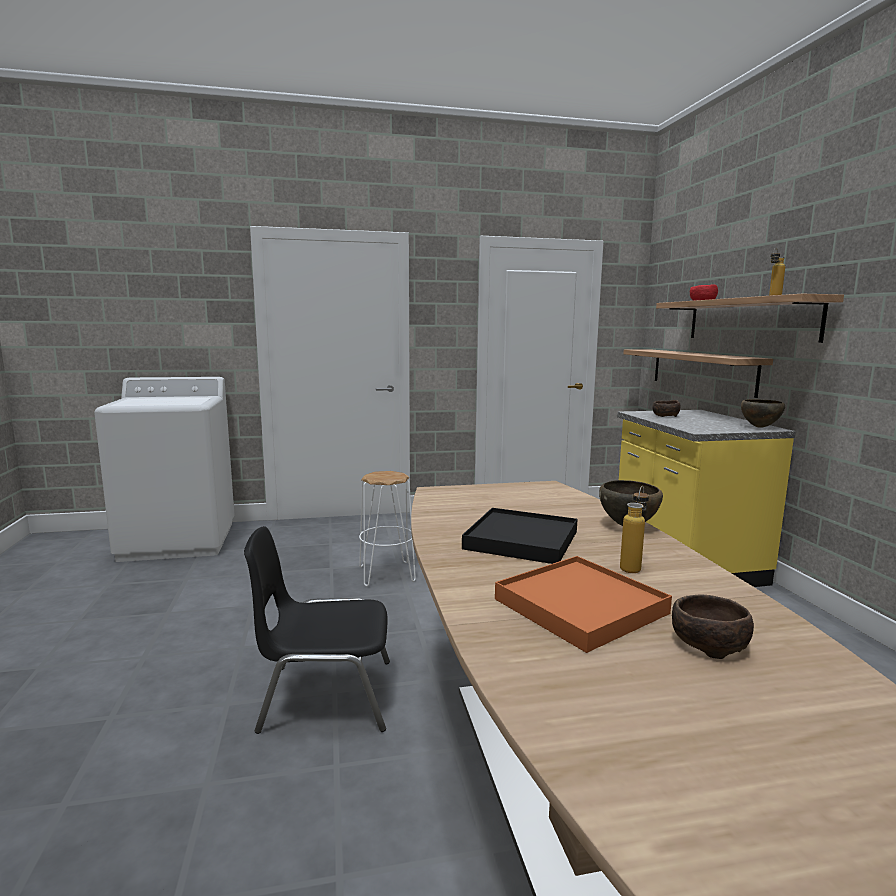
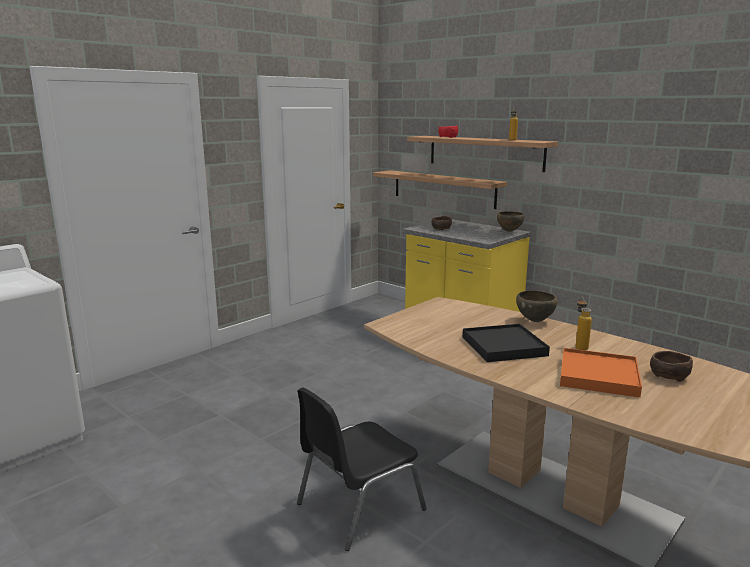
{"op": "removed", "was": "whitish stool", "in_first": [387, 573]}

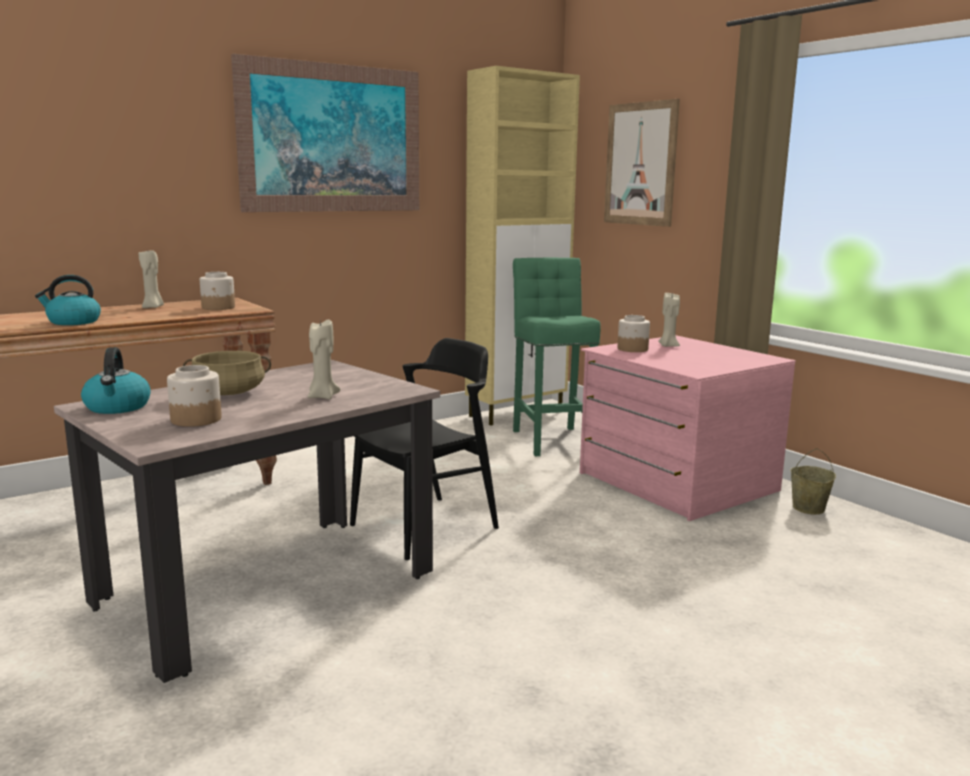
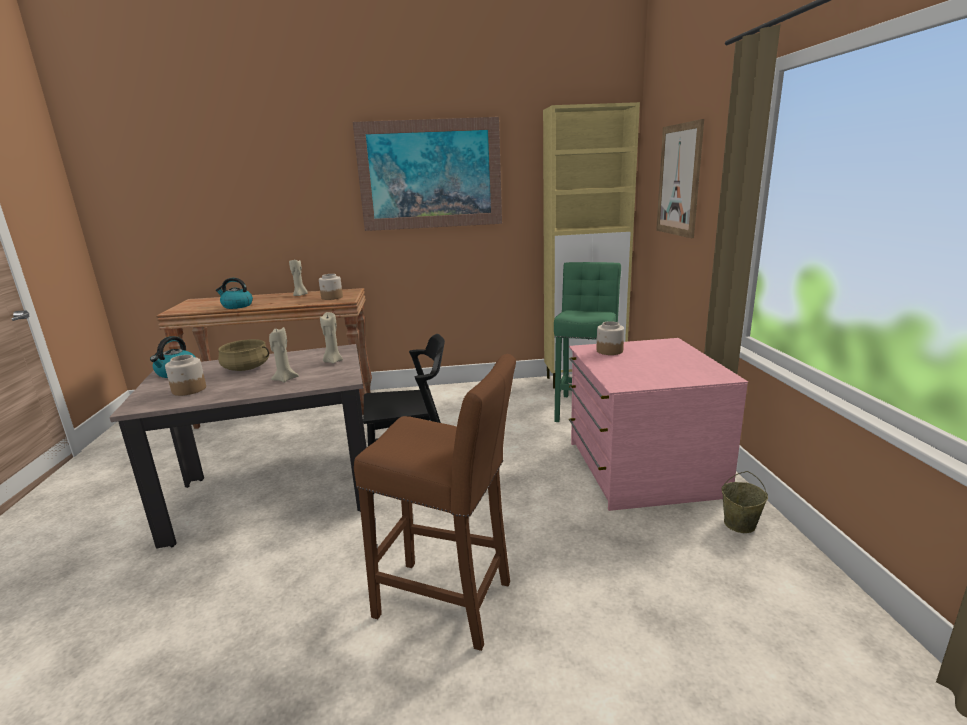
{"op": "added", "now": "brown-coloured stool", "in_second": [450, 603]}
{"op": "moved", "was": "beige-coloured wax candle", "in_first": [668, 346], "in_second": [333, 361]}

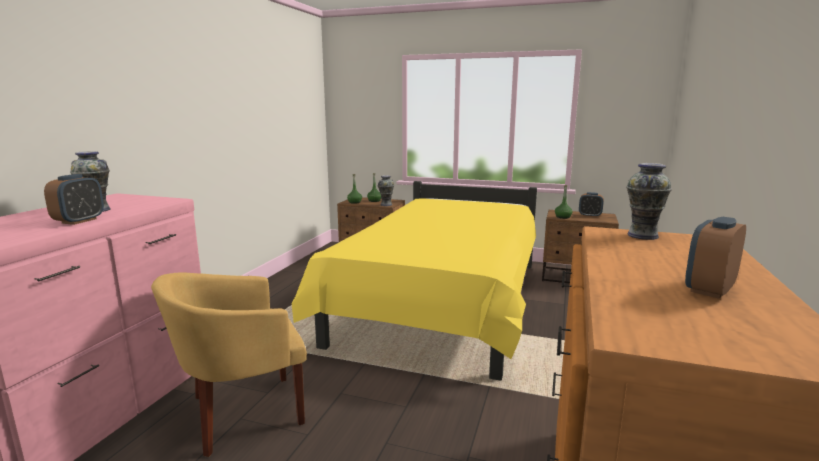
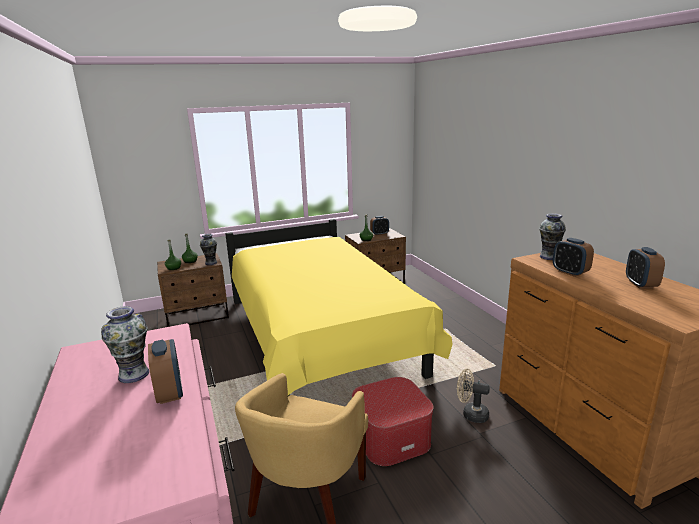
{"op": "added", "now": "pouffe", "in_second": [391, 437]}
{"op": "added", "now": "beige-coloured electric fan", "in_second": [471, 414]}
{"op": "added", "now": "table clock", "in_second": [570, 272]}

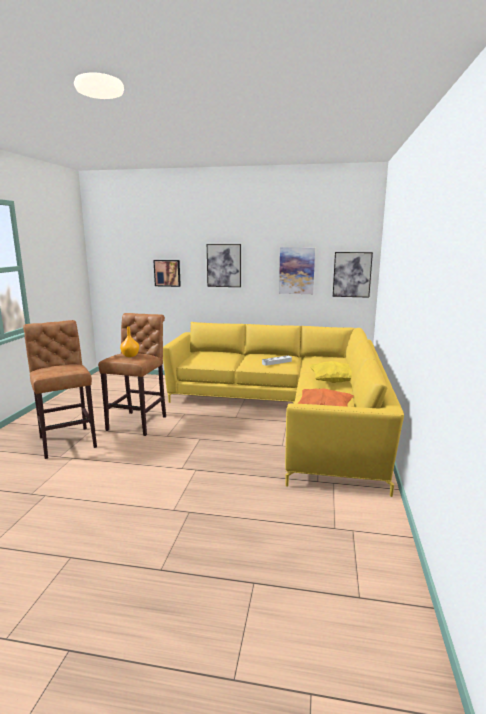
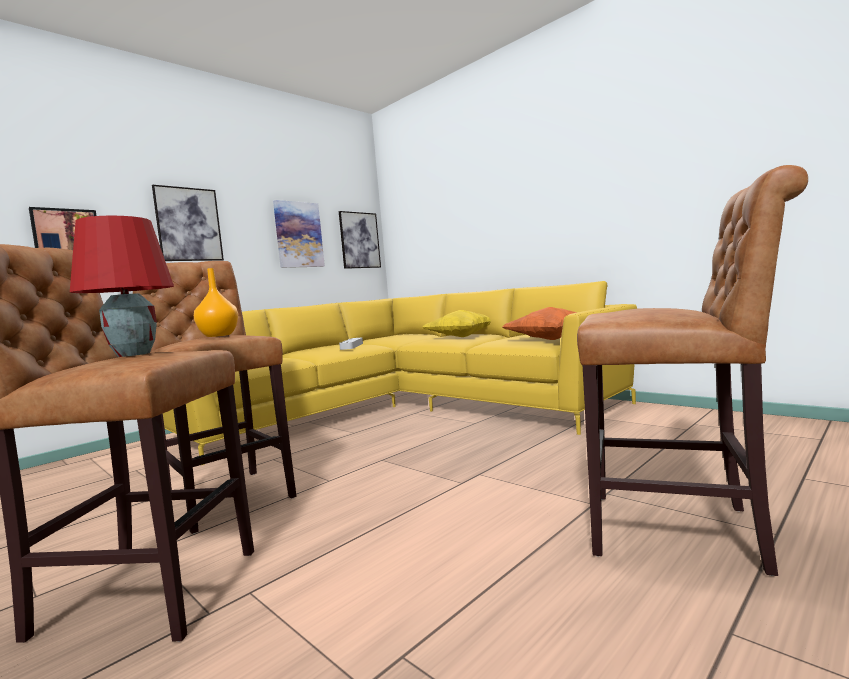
{"op": "added", "now": "reddish tabletop lamp", "in_second": [132, 354]}
{"op": "added", "now": "brown-coloured stool", "in_second": [684, 532]}

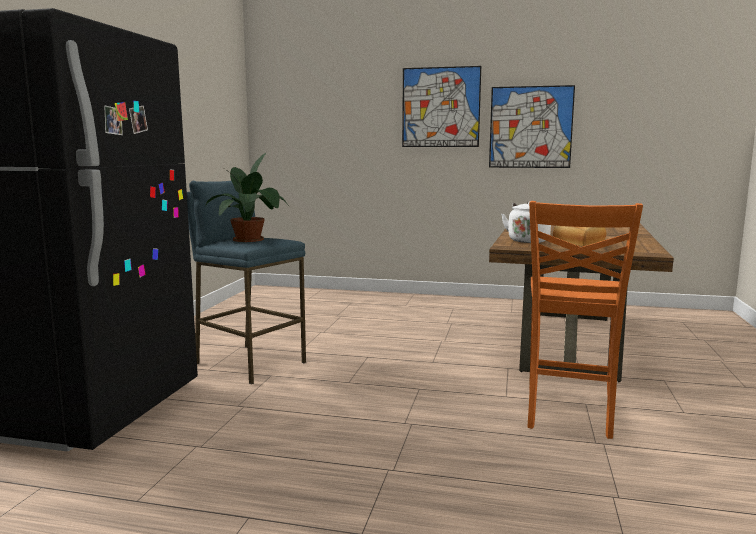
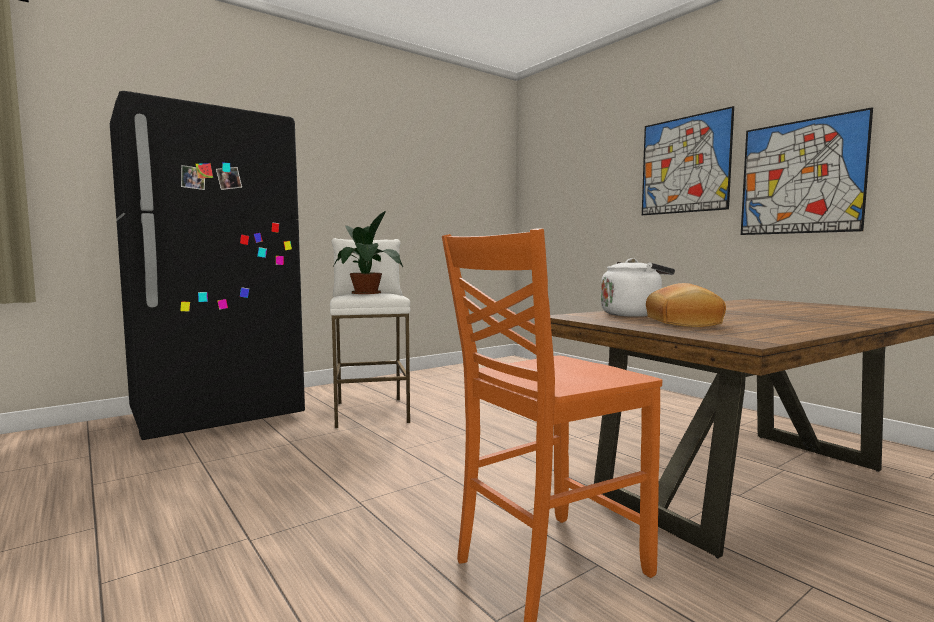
{"op": "recoloured", "was": "bluish stool", "now": "whitish stool", "in_first": [249, 363], "in_second": [371, 412]}

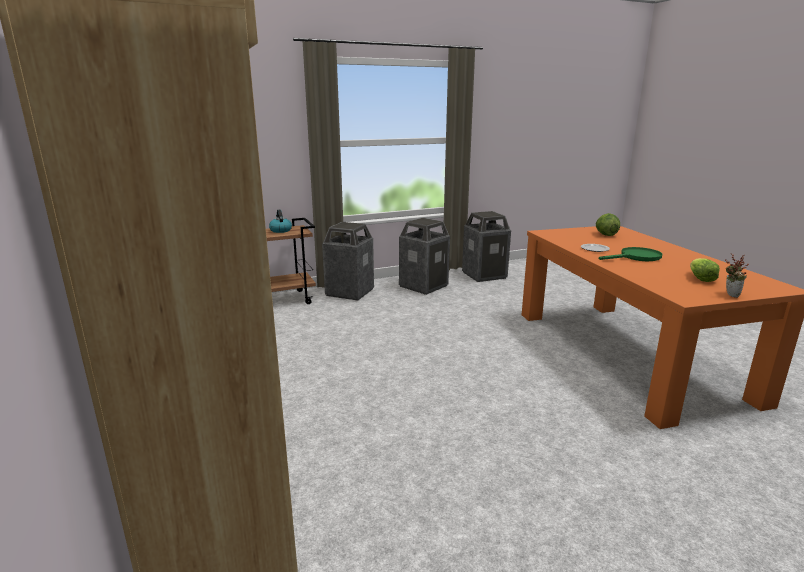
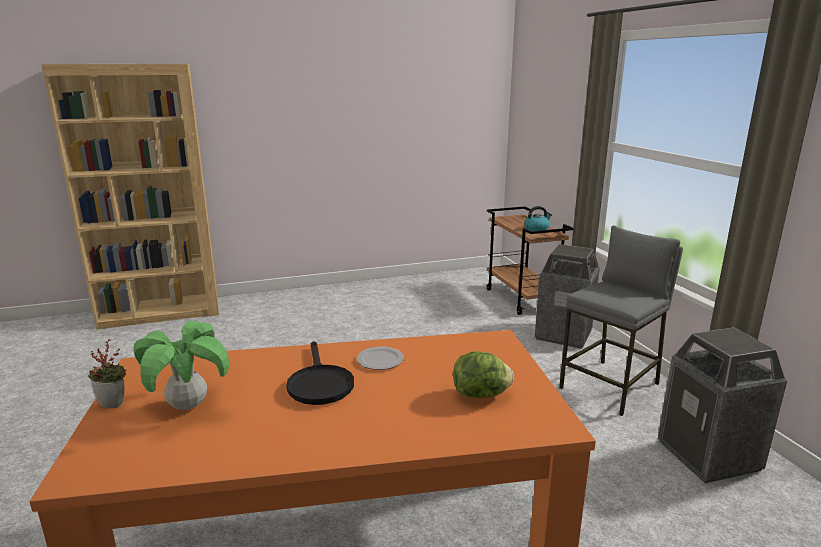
{"op": "replaced", "was": "trash can", "now": "gray stool", "in_first": [423, 286], "in_second": [611, 386]}
{"op": "replaced", "was": "head of lettuce", "now": "plant in a pot", "in_first": [700, 278], "in_second": [187, 405]}
{"op": "recoloured", "was": "greenish frying pan", "now": "blackish frying pan", "in_first": [636, 257], "in_second": [319, 383]}

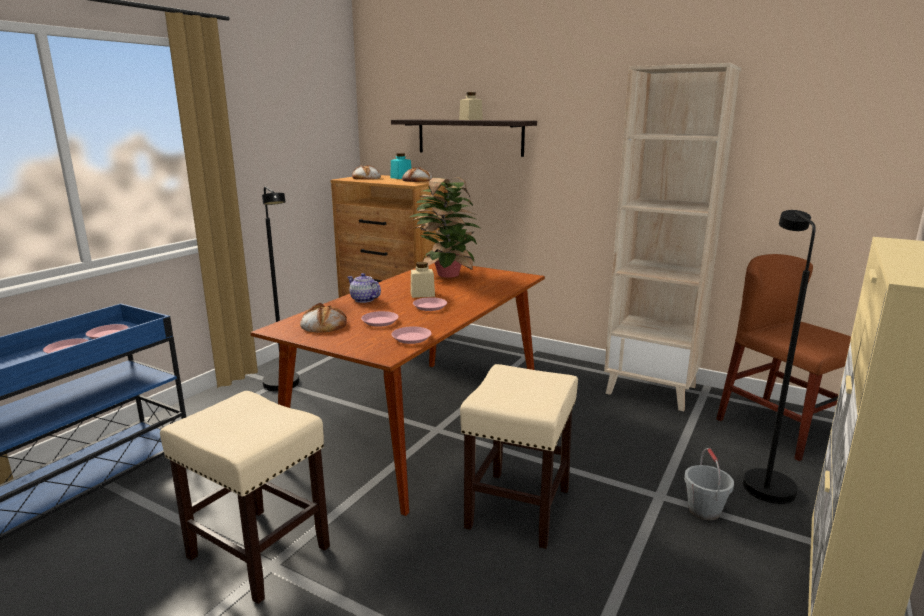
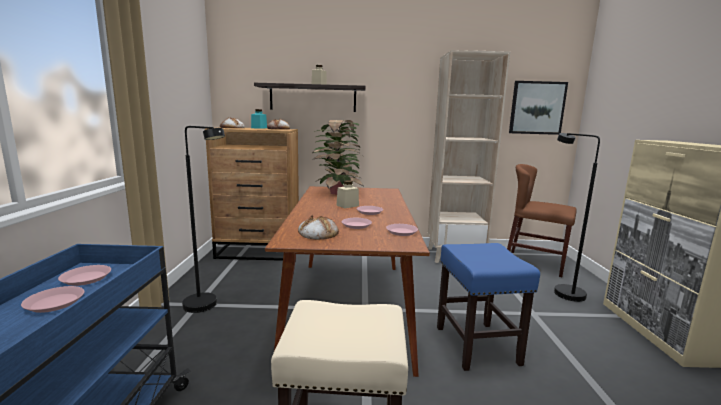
{"op": "removed", "was": "tea pot", "in_first": [363, 300]}
{"op": "removed", "was": "gray pail", "in_first": [704, 511]}
{"op": "added", "now": "wall picture", "in_second": [537, 108]}
{"op": "recoloured", "was": "beige-coloured stool", "now": "bluish stool", "in_first": [518, 509], "in_second": [477, 346]}

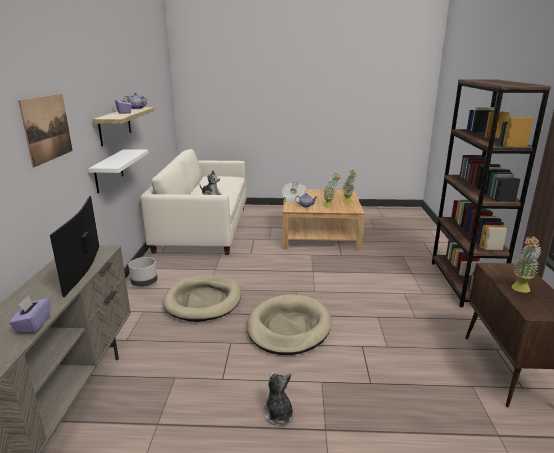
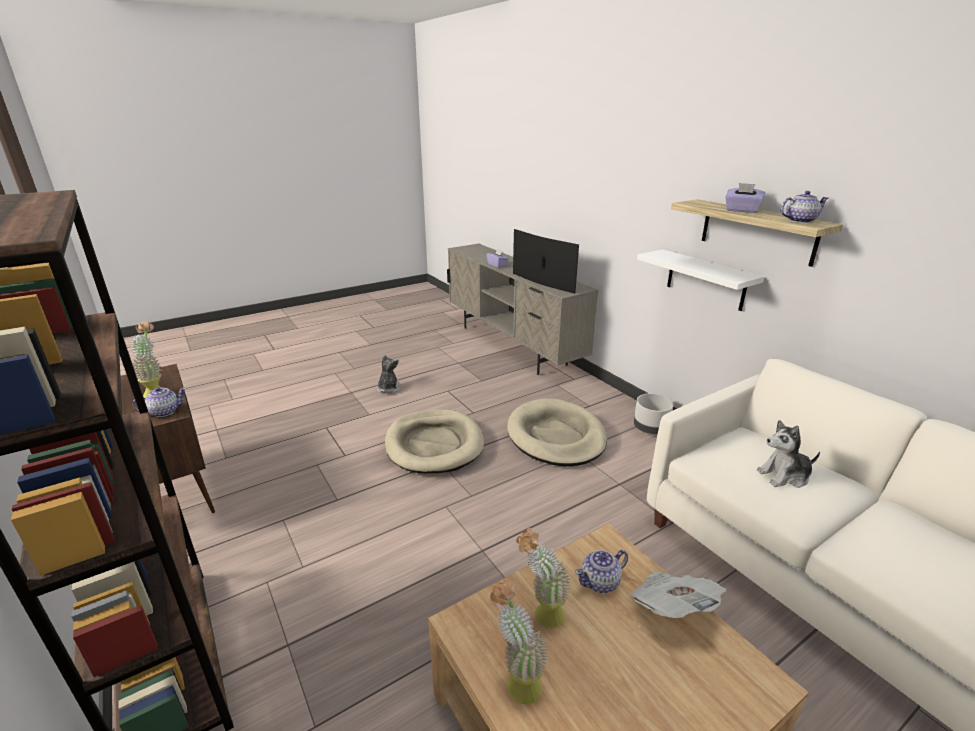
{"op": "removed", "was": "wall picture", "in_first": [47, 128]}
{"op": "added", "now": "tea pot", "in_second": [164, 412]}
{"op": "turned", "was": "soft toy", "in_first": [278, 414], "in_second": [388, 388], "clockwise": -120}

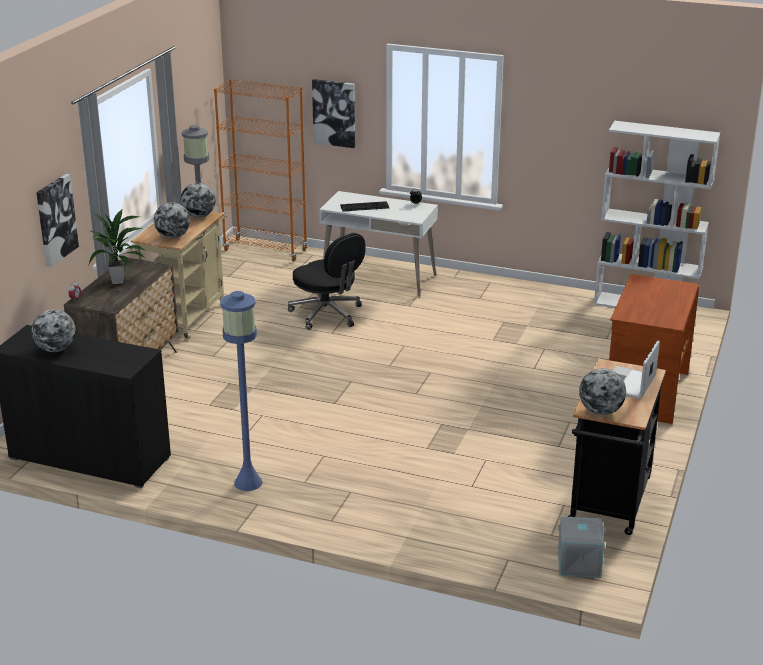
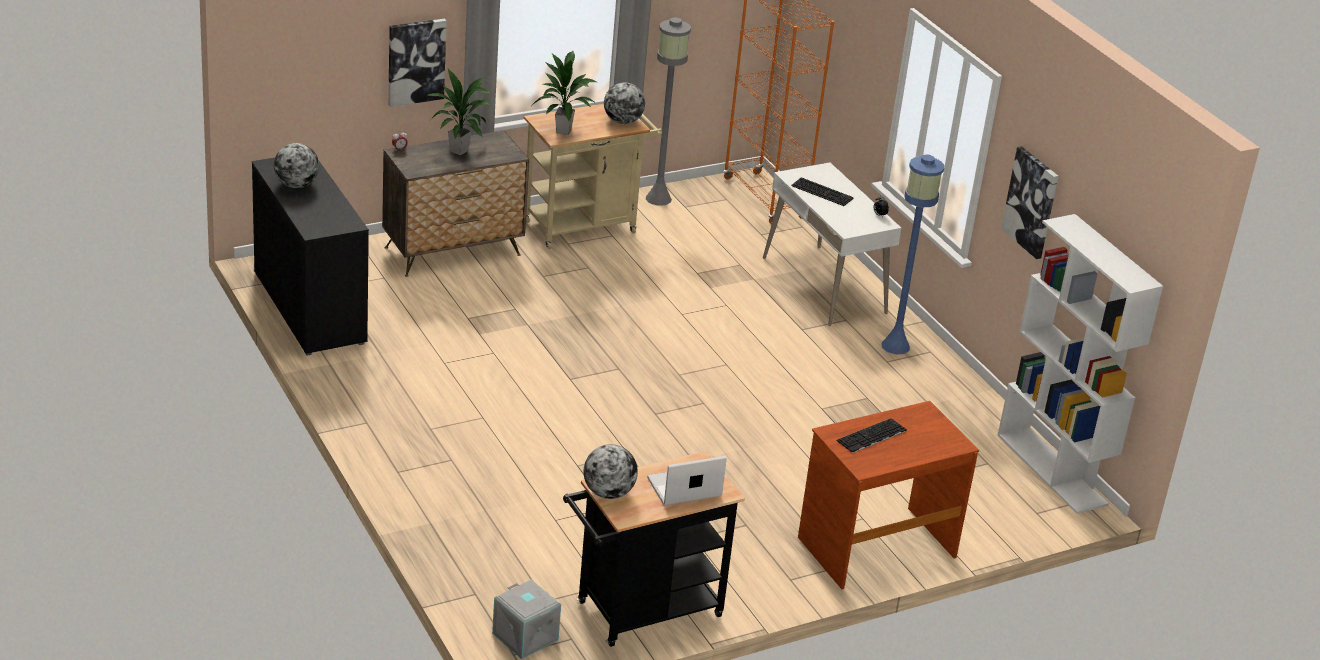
{"op": "removed", "was": "blackish computer chair", "in_first": [327, 314]}
{"op": "added", "now": "computer keyboard", "in_second": [871, 436]}
{"op": "moved", "was": "bluish standard lamp", "in_first": [248, 482], "in_second": [896, 346]}
{"op": "moved", "was": "wall picture", "in_first": [334, 113], "in_second": [1031, 202]}
{"op": "replaced", "was": "desk globe", "now": "plant in a pot", "in_first": [173, 236], "in_second": [564, 131]}

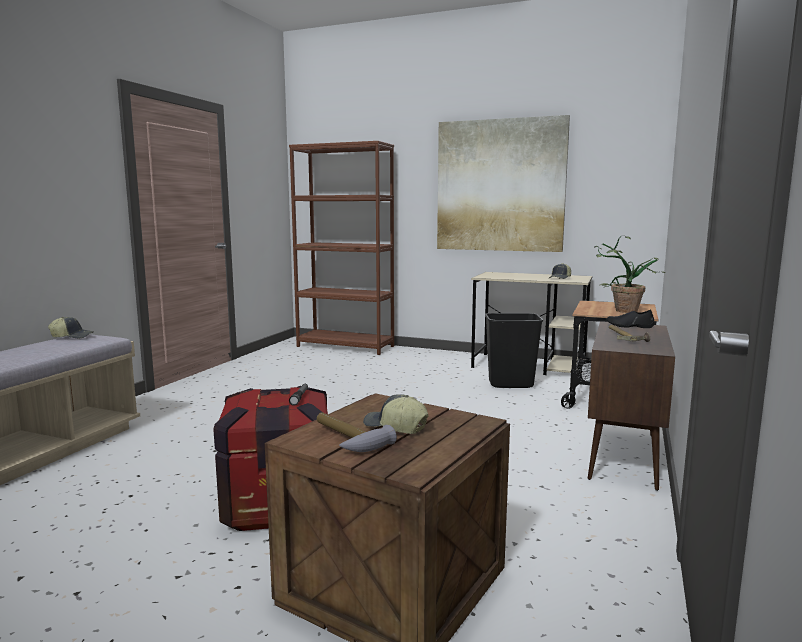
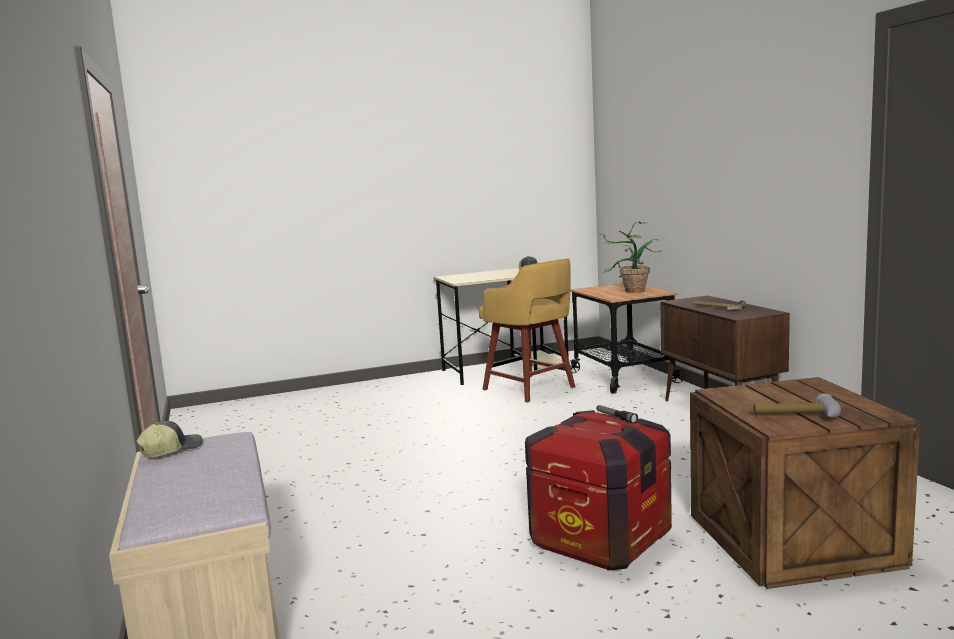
{"op": "removed", "was": "brown-coloured bookcase", "in_first": [345, 346]}
{"op": "removed", "was": "baseball cap", "in_first": [395, 427]}
{"op": "removed", "was": "wall picture", "in_first": [500, 186]}
{"op": "removed", "was": "blackish shoe", "in_first": [629, 326]}
{"op": "replaced", "was": "blackish trash can", "now": "yellowish stool", "in_first": [510, 385], "in_second": [530, 389]}

